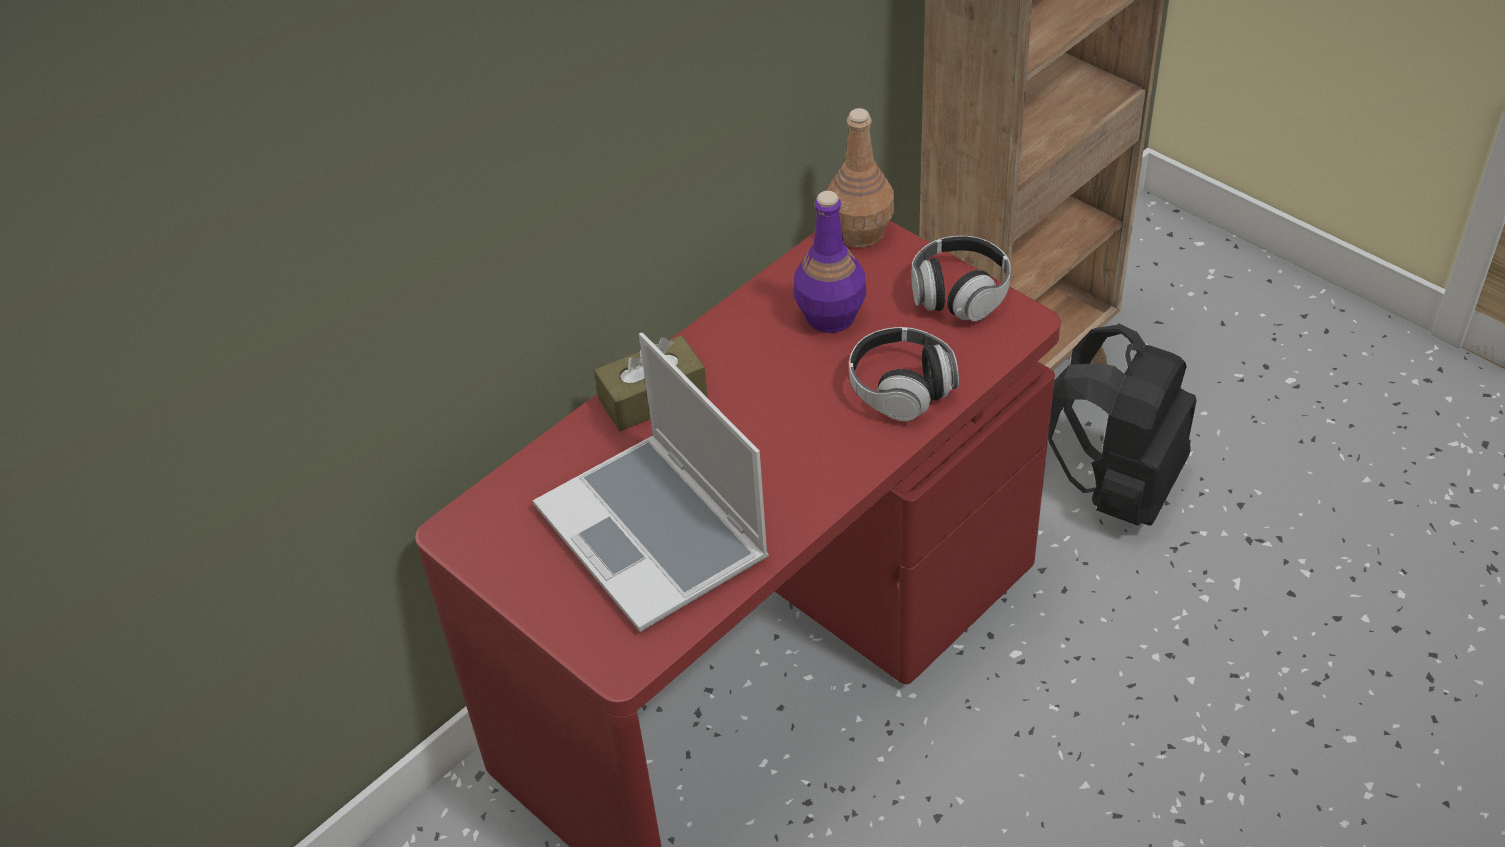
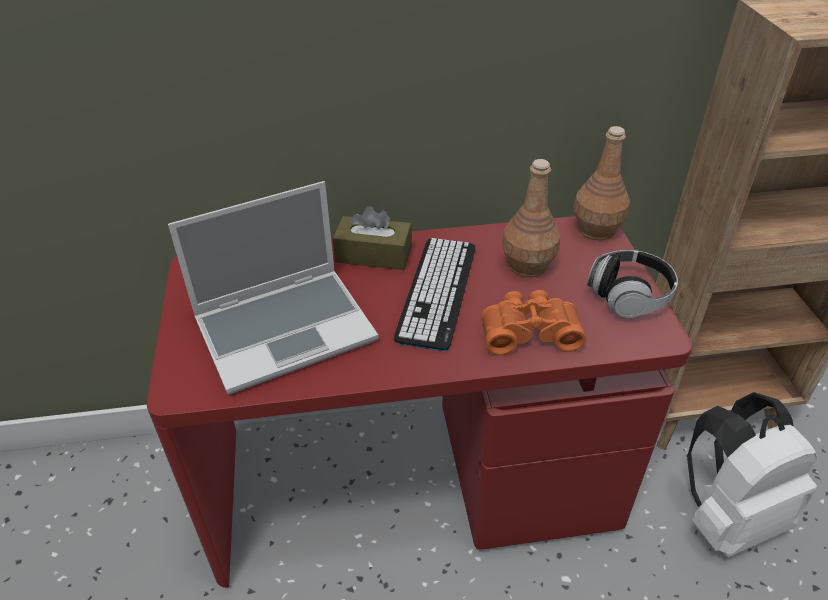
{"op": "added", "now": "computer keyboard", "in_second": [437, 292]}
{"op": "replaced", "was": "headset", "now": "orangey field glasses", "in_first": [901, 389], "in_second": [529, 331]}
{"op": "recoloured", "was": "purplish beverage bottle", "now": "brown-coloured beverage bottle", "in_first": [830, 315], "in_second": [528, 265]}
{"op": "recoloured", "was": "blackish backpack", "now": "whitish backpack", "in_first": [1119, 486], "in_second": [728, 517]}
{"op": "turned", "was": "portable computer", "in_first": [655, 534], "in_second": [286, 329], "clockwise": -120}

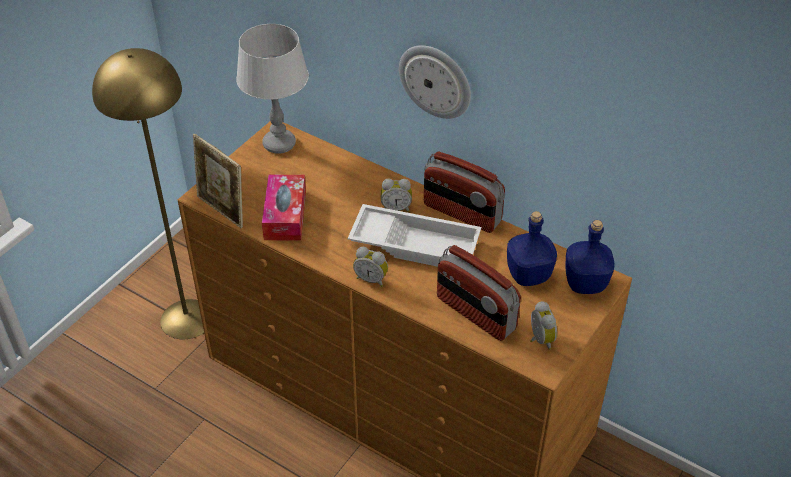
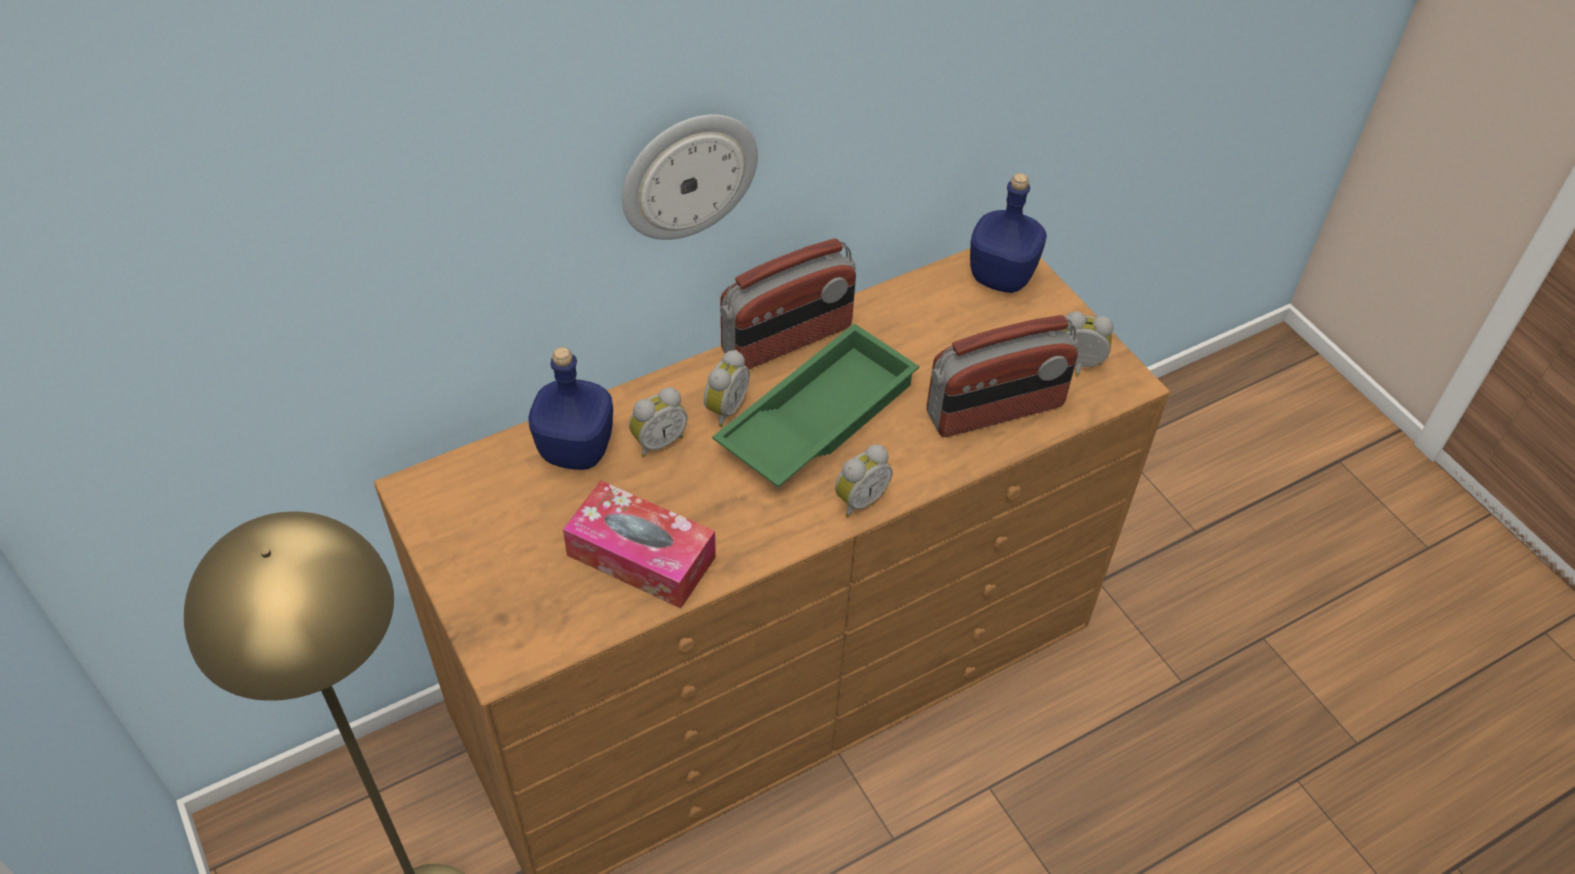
{"op": "removed", "was": "photo frame", "in_first": [222, 210]}
{"op": "removed", "was": "gray tabletop lamp", "in_first": [279, 144]}
{"op": "added", "now": "table clock", "in_second": [658, 441]}
{"op": "moved", "was": "bluish beverage bottle", "in_first": [529, 274], "in_second": [576, 448]}
{"op": "recoloured", "was": "whitish serving tray", "now": "greenish serving tray", "in_first": [416, 243], "in_second": [816, 416]}

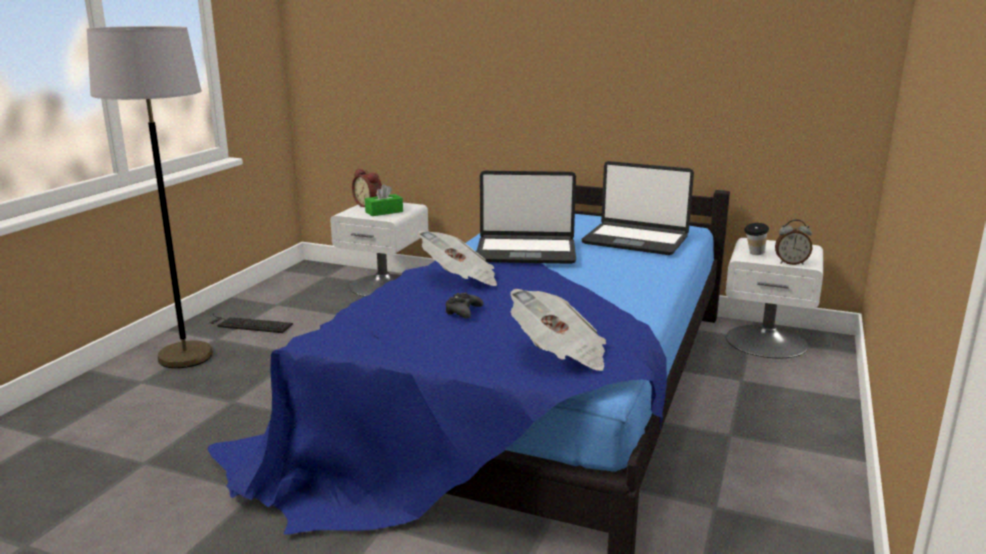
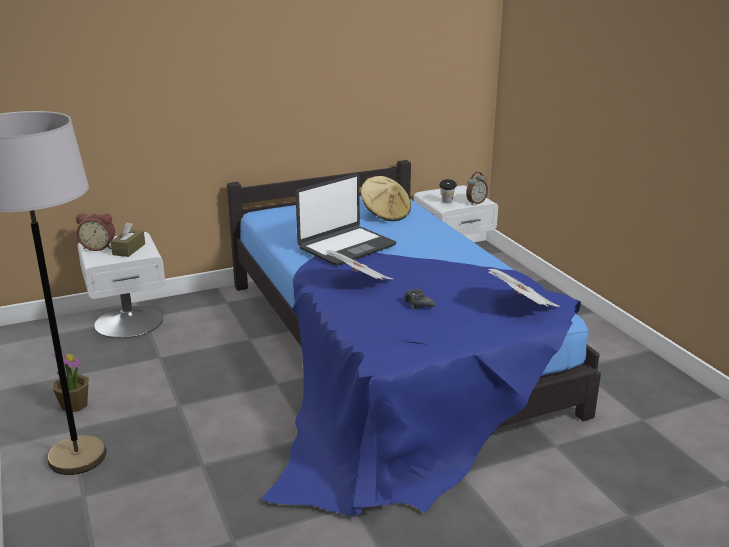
{"op": "replaced", "was": "computer keyboard", "now": "plant in a pot", "in_first": [247, 324], "in_second": [74, 405]}
{"op": "replaced", "was": "portable computer", "now": "beige-coloured wearable hat", "in_first": [635, 240], "in_second": [385, 214]}
{"op": "recoloured", "was": "greenish tissue box", "now": "brown-coloured tissue box", "in_first": [384, 212], "in_second": [129, 249]}

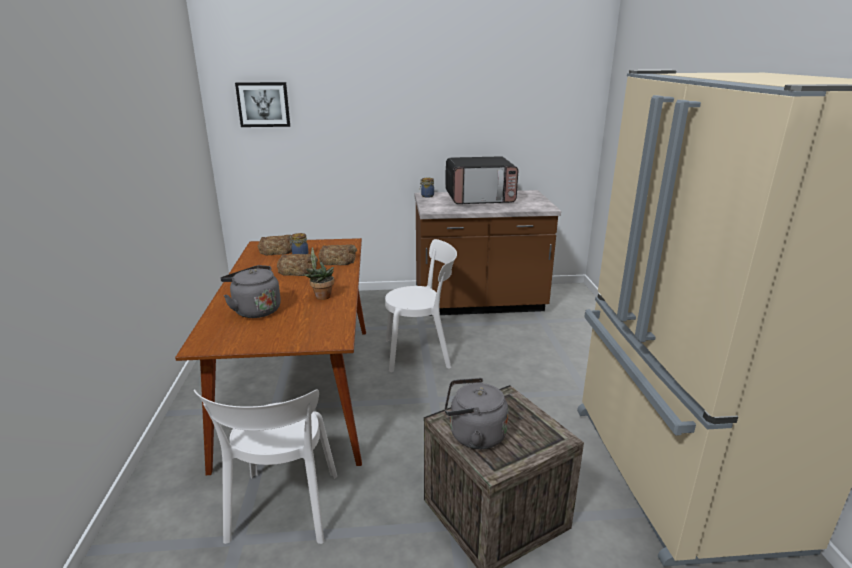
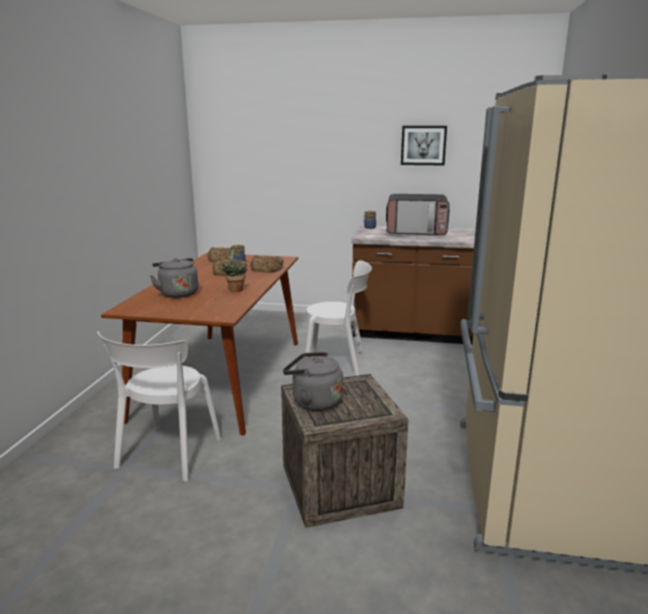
{"op": "moved", "was": "wall picture", "in_first": [263, 104], "in_second": [423, 145]}

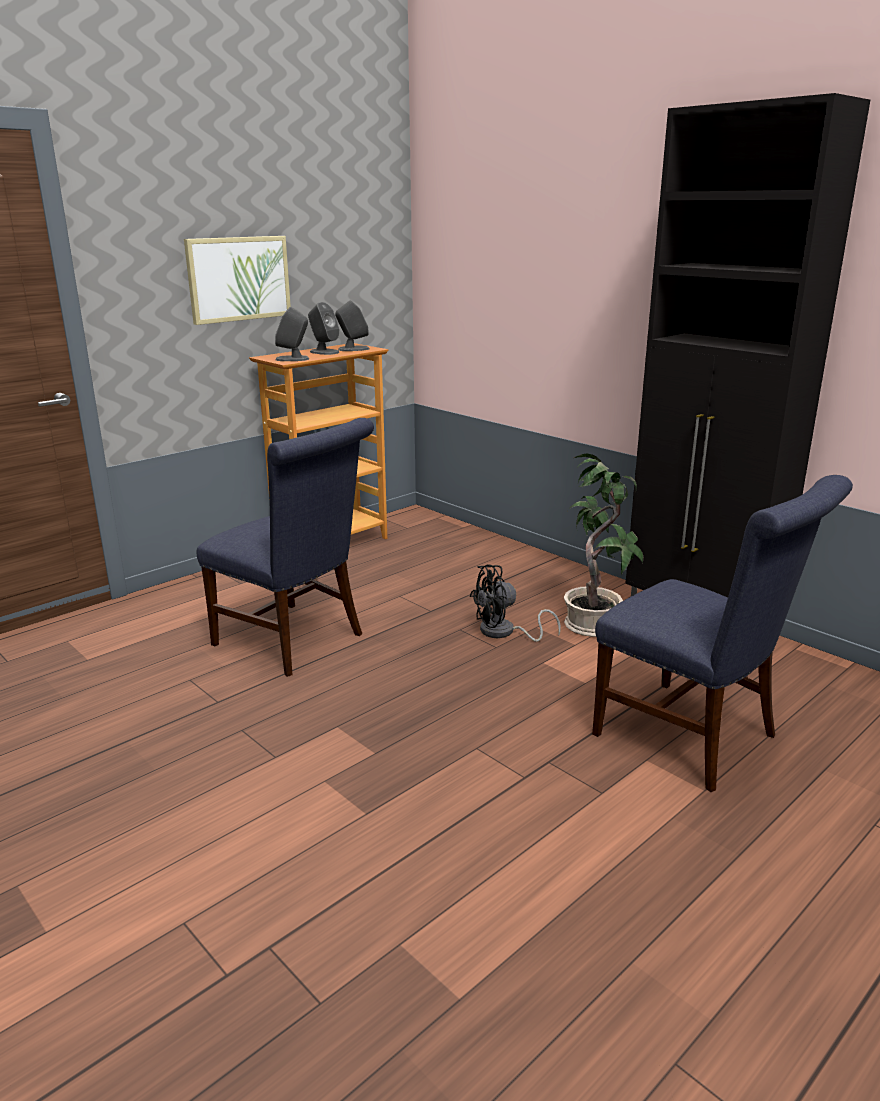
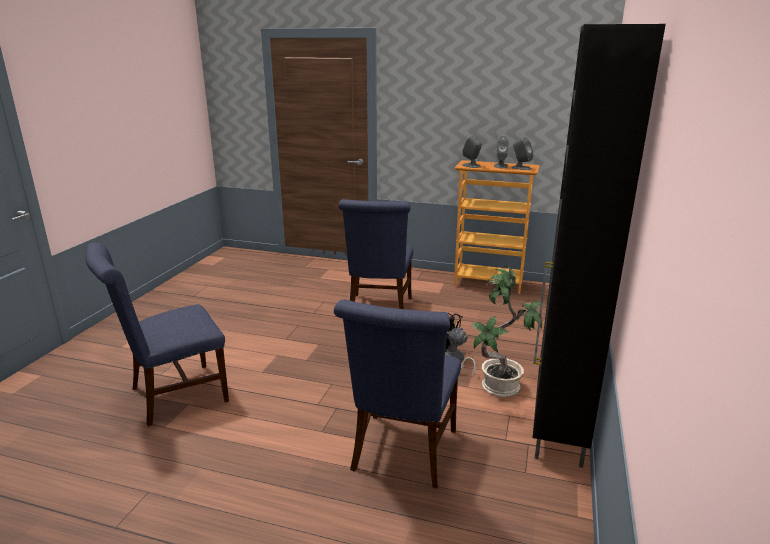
{"op": "removed", "was": "wall picture", "in_first": [238, 279]}
{"op": "added", "now": "bluish plain chair", "in_second": [172, 396]}

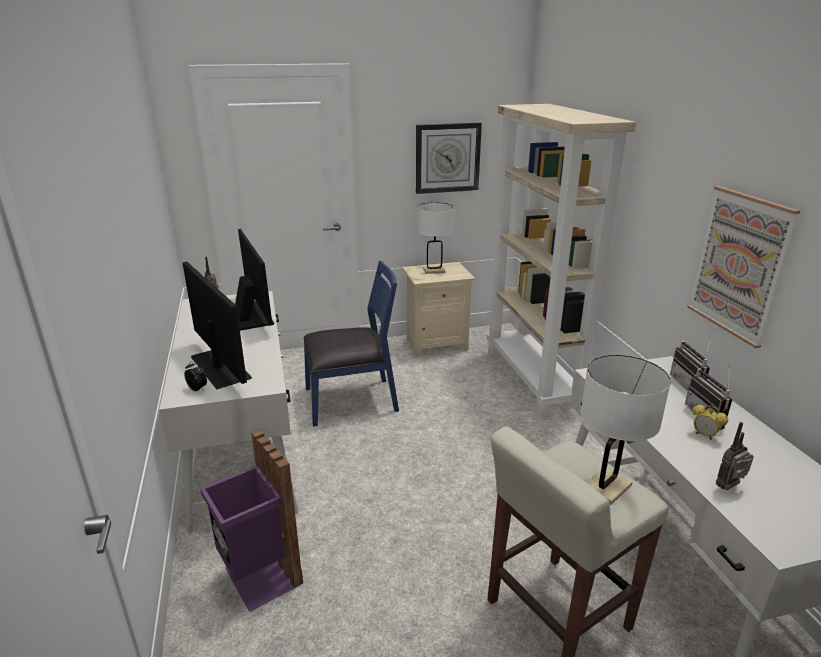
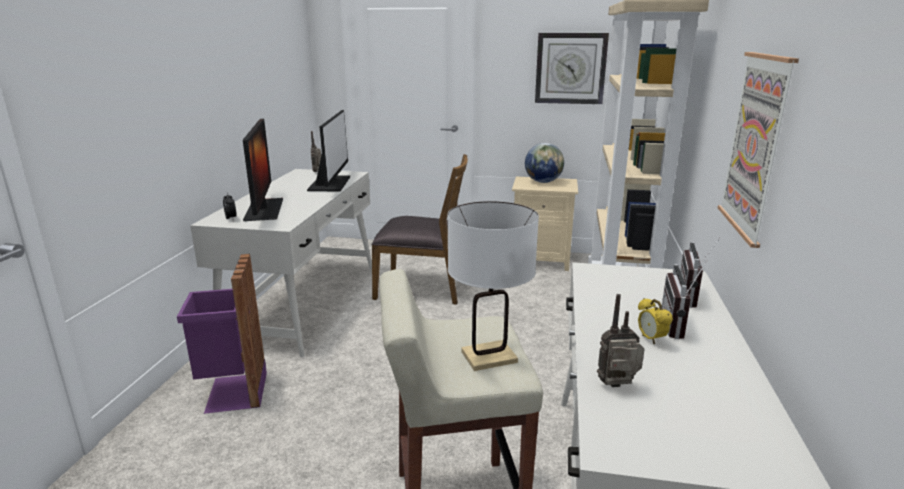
{"op": "replaced", "was": "whitish tabletop lamp", "now": "desk globe", "in_first": [434, 270], "in_second": [543, 182]}
{"op": "recoloured", "was": "bluish plain chair", "now": "brown-coloured plain chair", "in_first": [352, 400], "in_second": [422, 287]}

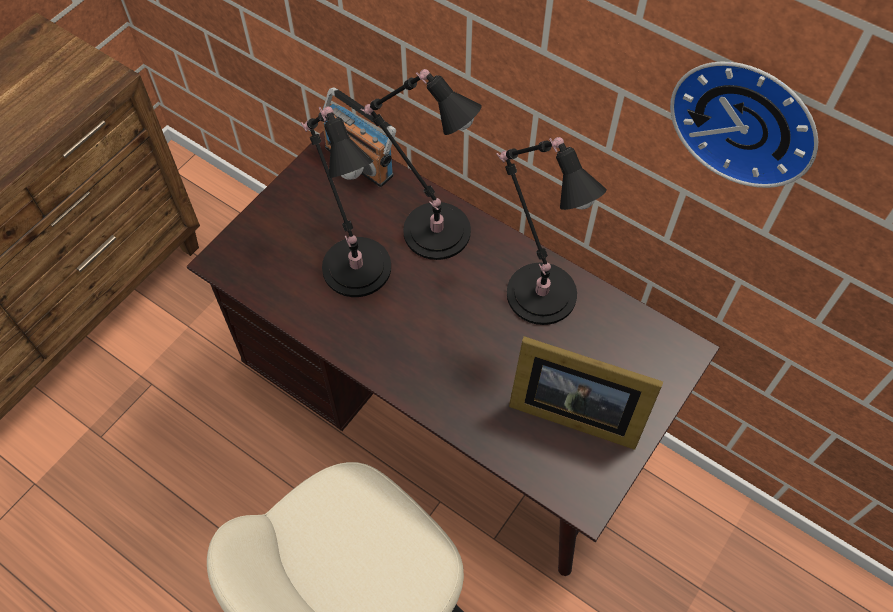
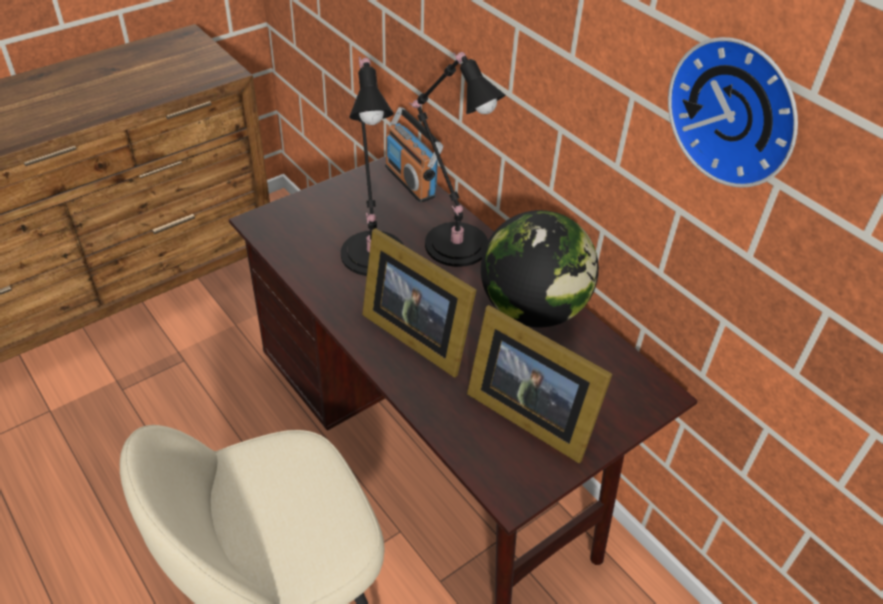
{"op": "added", "now": "photo frame", "in_second": [416, 333]}
{"op": "replaced", "was": "blackish tabletop lamp", "now": "desk globe", "in_first": [538, 289], "in_second": [532, 309]}

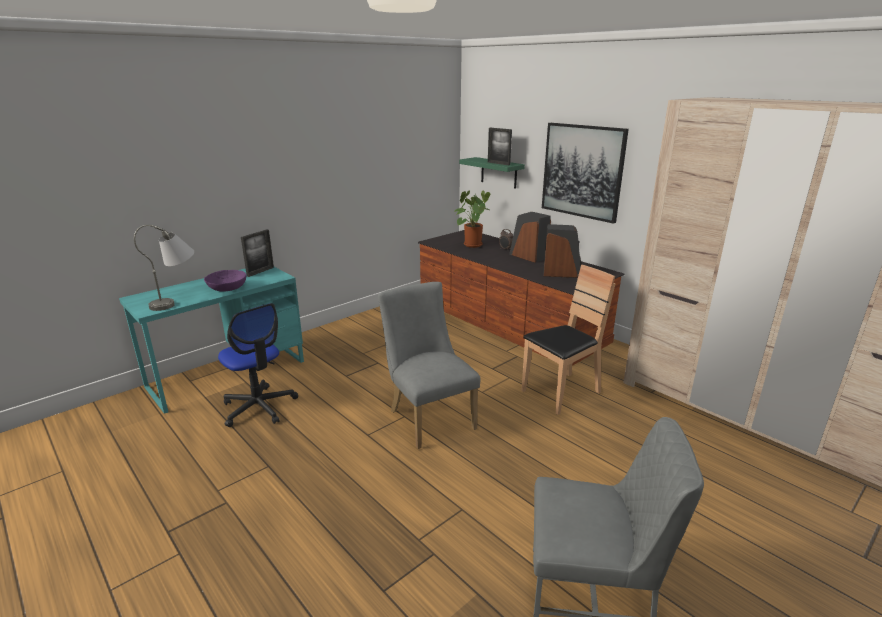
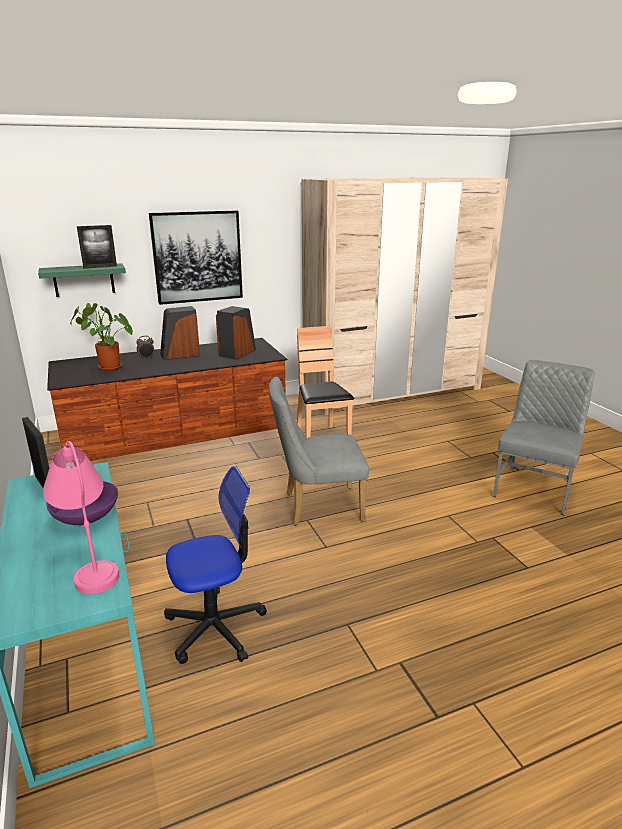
{"op": "recoloured", "was": "gray tabletop lamp", "now": "pink-coloured tabletop lamp", "in_first": [177, 301], "in_second": [91, 563]}

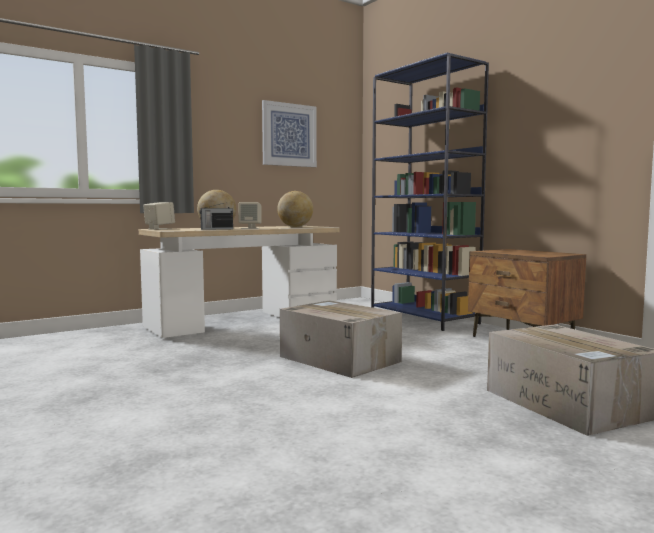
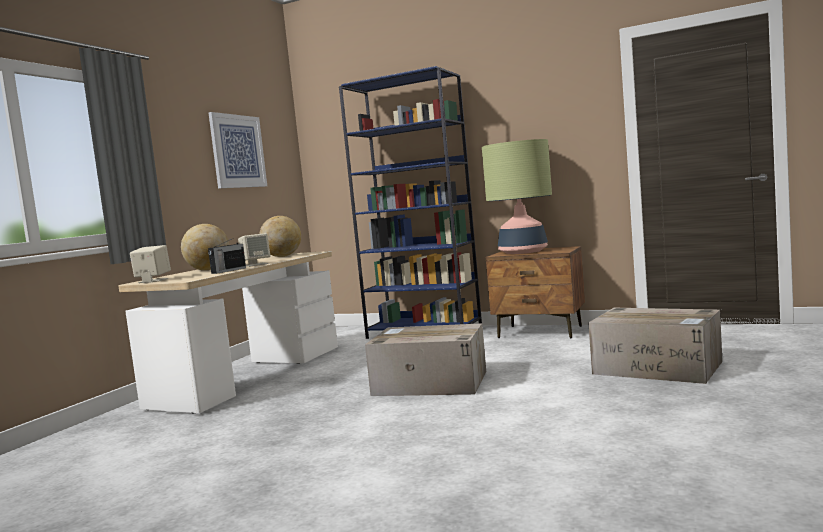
{"op": "added", "now": "tabletop lamp", "in_second": [523, 252]}

